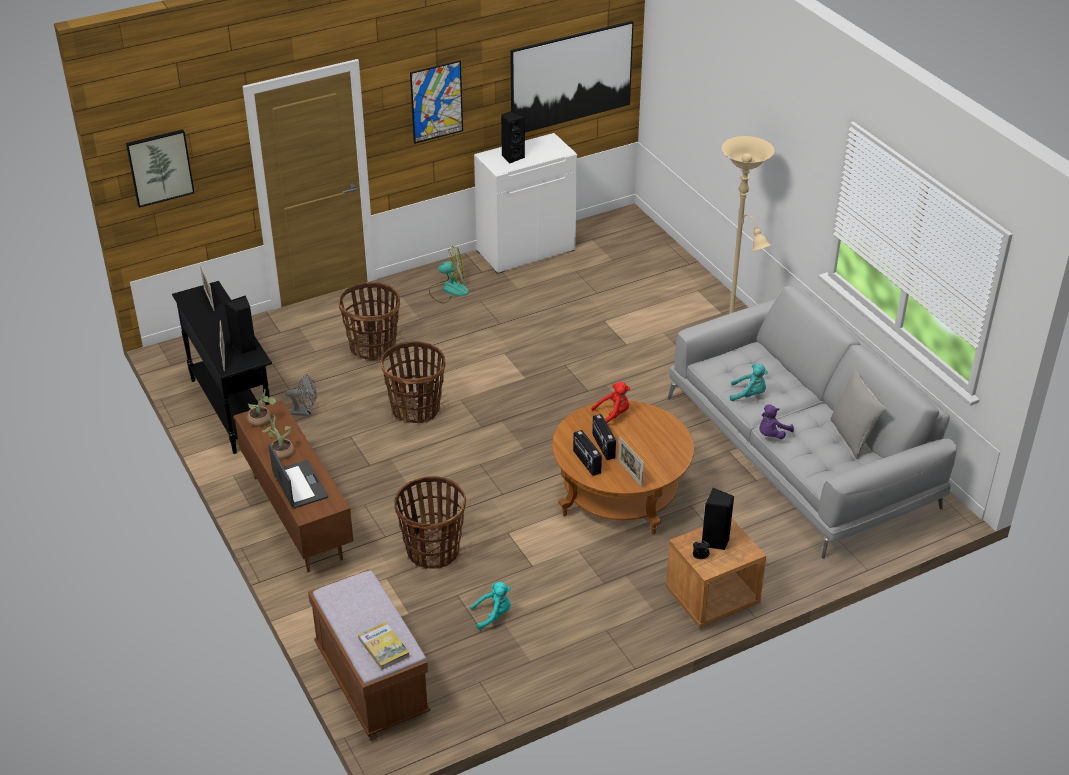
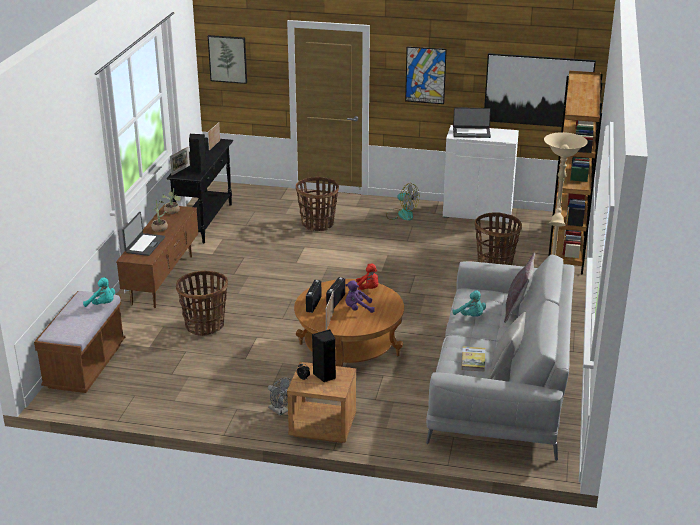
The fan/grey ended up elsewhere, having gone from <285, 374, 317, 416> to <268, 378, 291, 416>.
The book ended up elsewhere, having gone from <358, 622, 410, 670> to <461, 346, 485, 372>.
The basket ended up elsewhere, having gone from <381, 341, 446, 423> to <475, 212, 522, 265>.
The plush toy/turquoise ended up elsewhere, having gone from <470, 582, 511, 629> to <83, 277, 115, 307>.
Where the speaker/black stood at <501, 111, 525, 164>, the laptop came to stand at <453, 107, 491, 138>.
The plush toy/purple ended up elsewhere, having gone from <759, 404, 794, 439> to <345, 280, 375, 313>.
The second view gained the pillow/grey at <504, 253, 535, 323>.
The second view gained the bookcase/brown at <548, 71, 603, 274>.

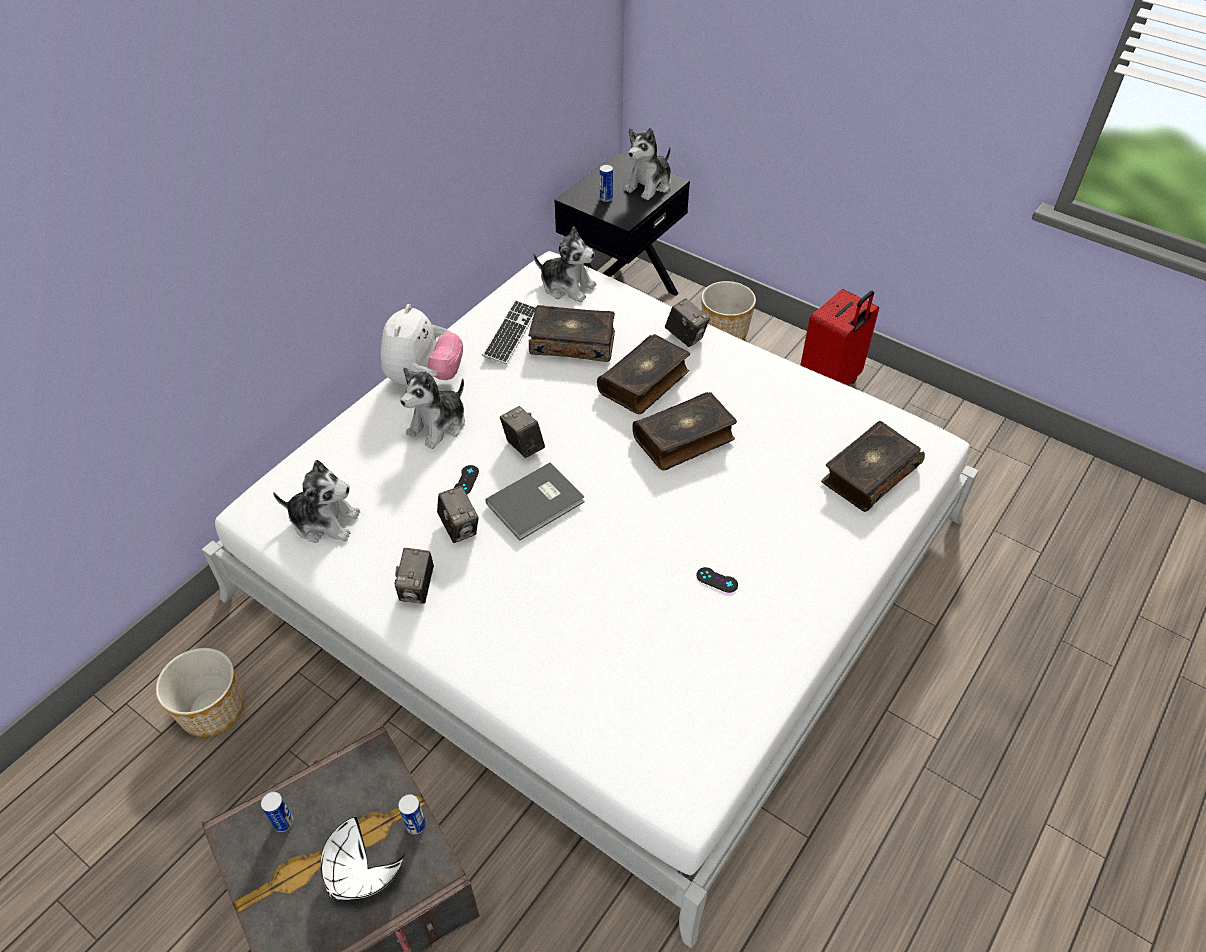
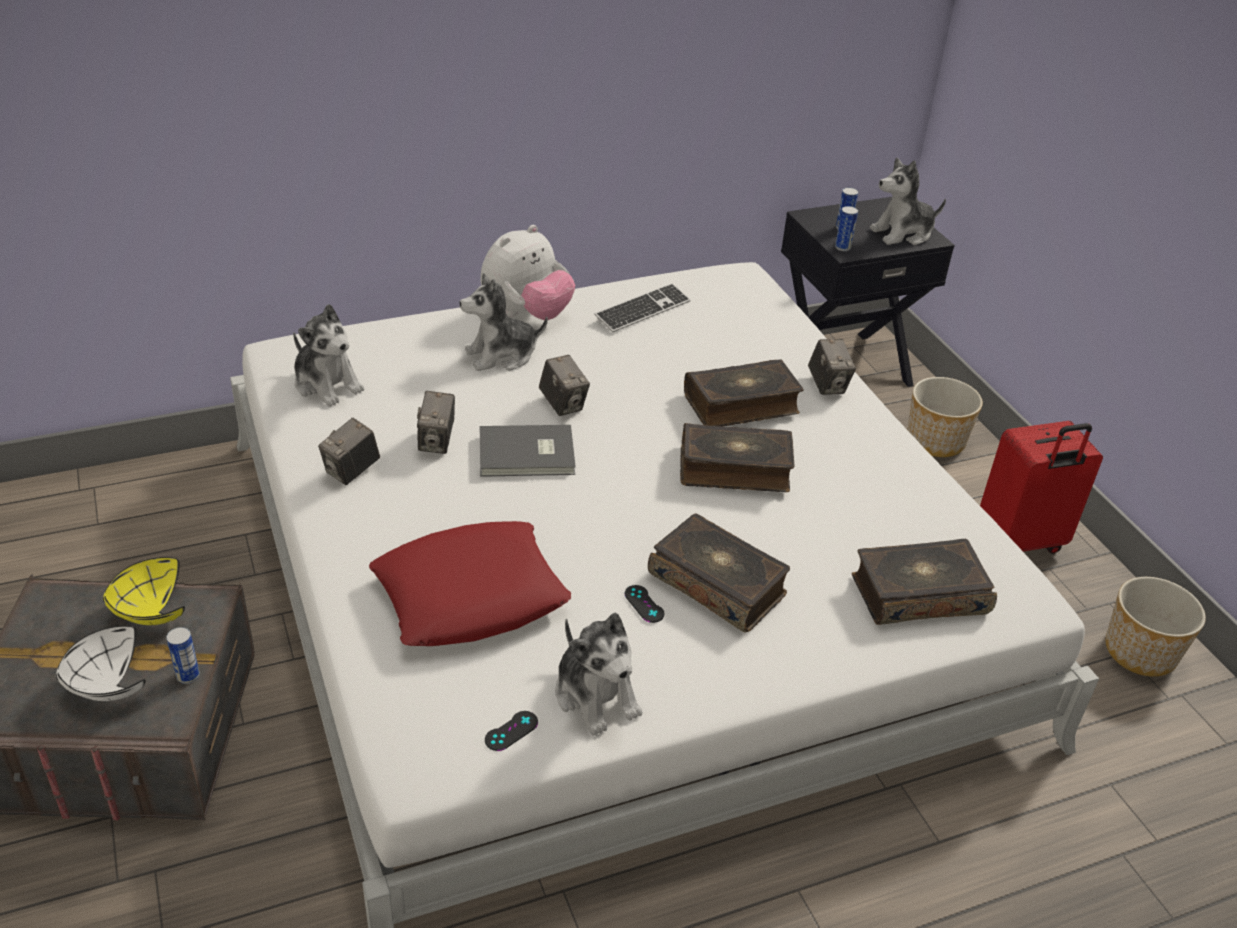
The planter ended up elsewhere, having gone from <155, 648, 244, 737> to <1106, 577, 1206, 677>.
The can ended up elsewhere, having gone from <261, 792, 294, 832> to <835, 206, 858, 251>.
The game controller/black ended up elsewhere, having gone from <454, 465, 479, 494> to <485, 711, 538, 751>.
The photo camera at <500, 406, 545, 458> ended up facing another way, 150 degrees clockwise from before.
The book ended up elsewhere, having gone from <528, 305, 615, 362> to <648, 513, 790, 632>.
The plush toy ended up elsewhere, having gone from <534, 226, 596, 302> to <555, 613, 642, 736>.
The second view gained the bowl/yellow at <103, 557, 185, 625>.
The second view gained the pillow/red at <369, 521, 571, 646>.

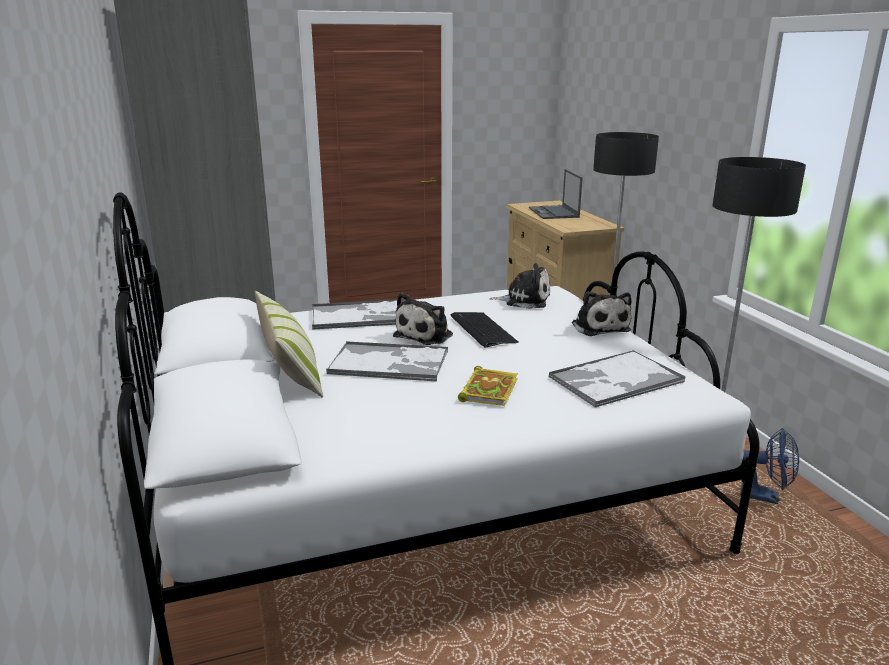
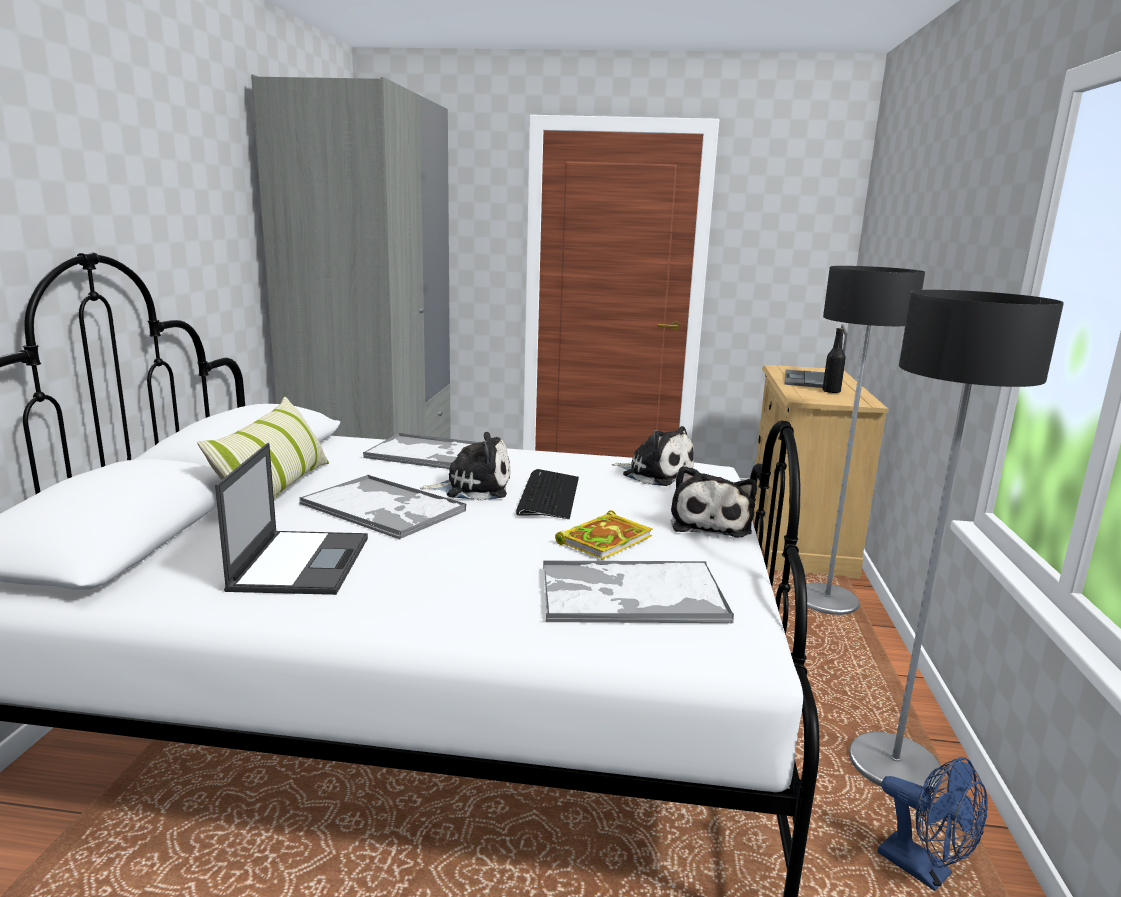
The plush toy at <393, 293, 453, 345> ended up facing another way, 150 degrees counterclockwise from before.
The book ended up elsewhere, having gone from <458, 366, 518, 406> to <555, 510, 653, 560>.
The second view gained the laptop at <215, 443, 368, 595>.
The second view gained the bottle/black at <823, 328, 846, 393>.

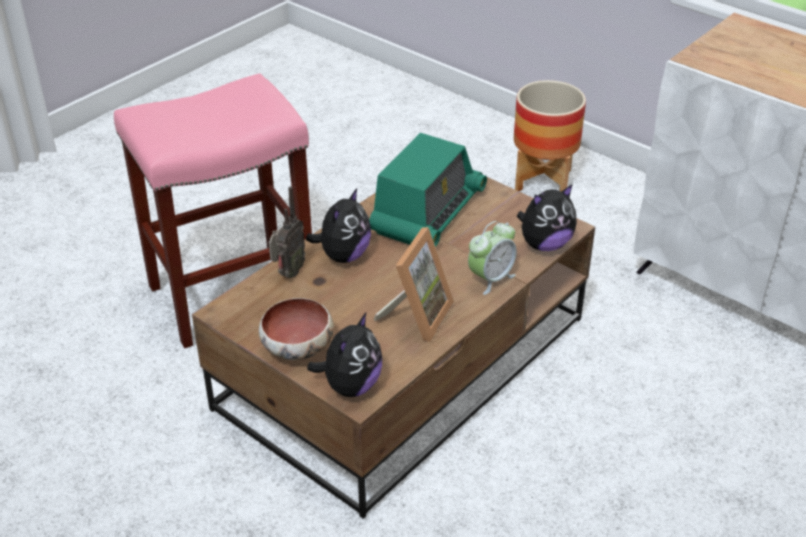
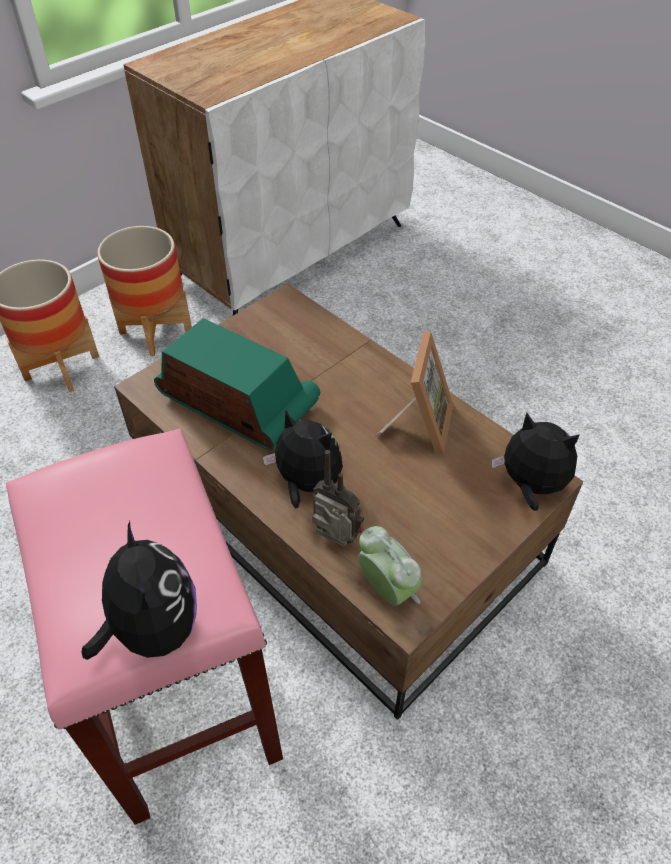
The second view lost the bowl at <259, 298, 334, 360>.
The picture frame at <374, 227, 454, 342> ended up facing another way, 75 degrees clockwise from before.
The alarm clock ended up elsewhere, having gone from <468, 221, 517, 295> to <358, 526, 423, 606>.
The plush toy ended up elsewhere, having gone from <516, 184, 577, 251> to <81, 521, 197, 660>.
The second view gained the planter at <97, 226, 192, 356>.

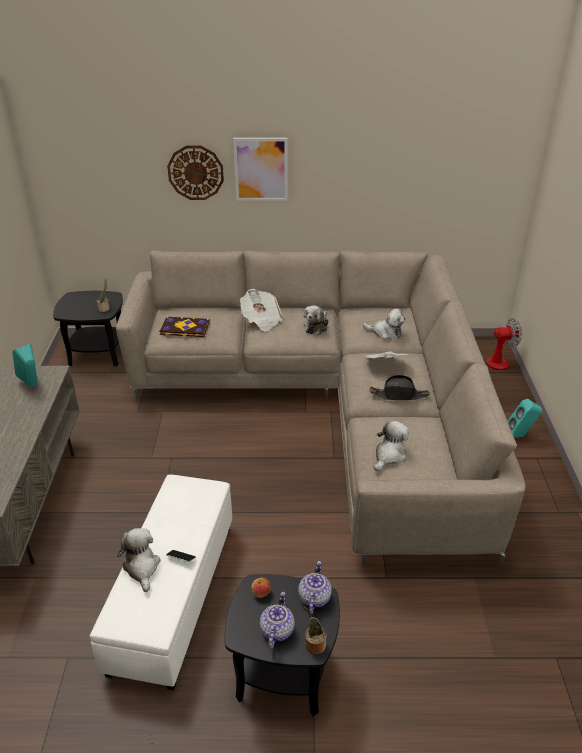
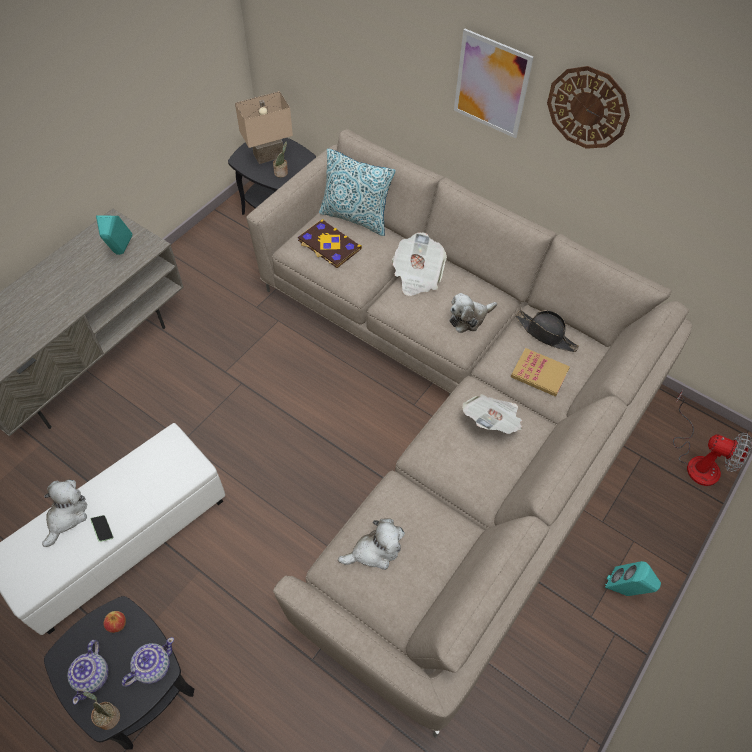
The wall clock ended up elsewhere, having gone from <167, 146, 224, 200> to <547, 66, 630, 149>.
The teapot at <260, 592, 295, 649> ended up facing another way, 135 degrees clockwise from before.
Where the plush toy stood at <363, 309, 405, 340>, the book came to stand at <511, 348, 570, 397>.
The hat/black ended up elsewhere, having gone from <370, 375, 430, 400> to <515, 310, 579, 352>.
The second view gained the table lamp/beige at <235, 91, 293, 164>.
The second view gained the pillow at <319, 148, 396, 236>.

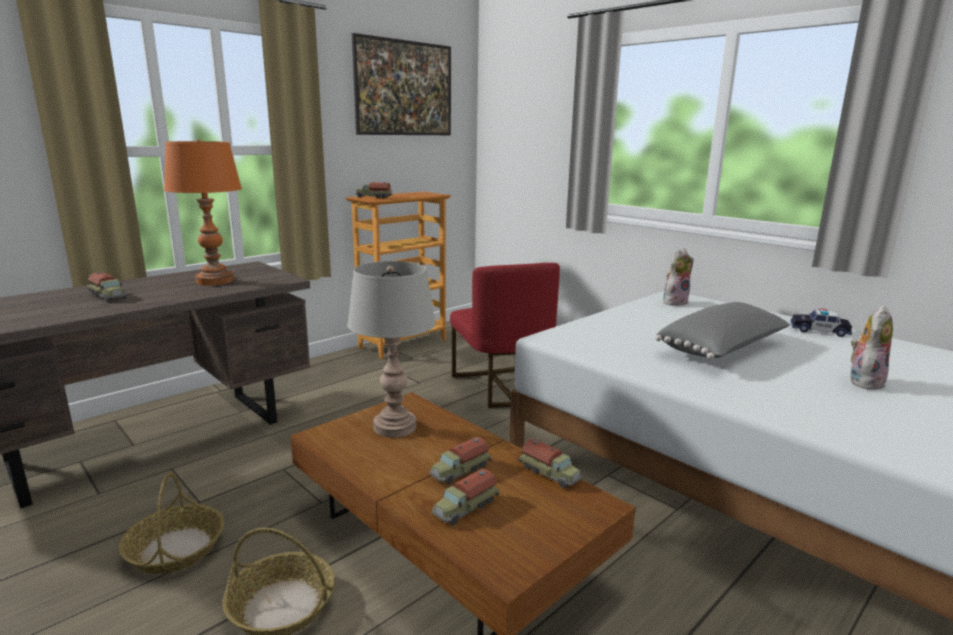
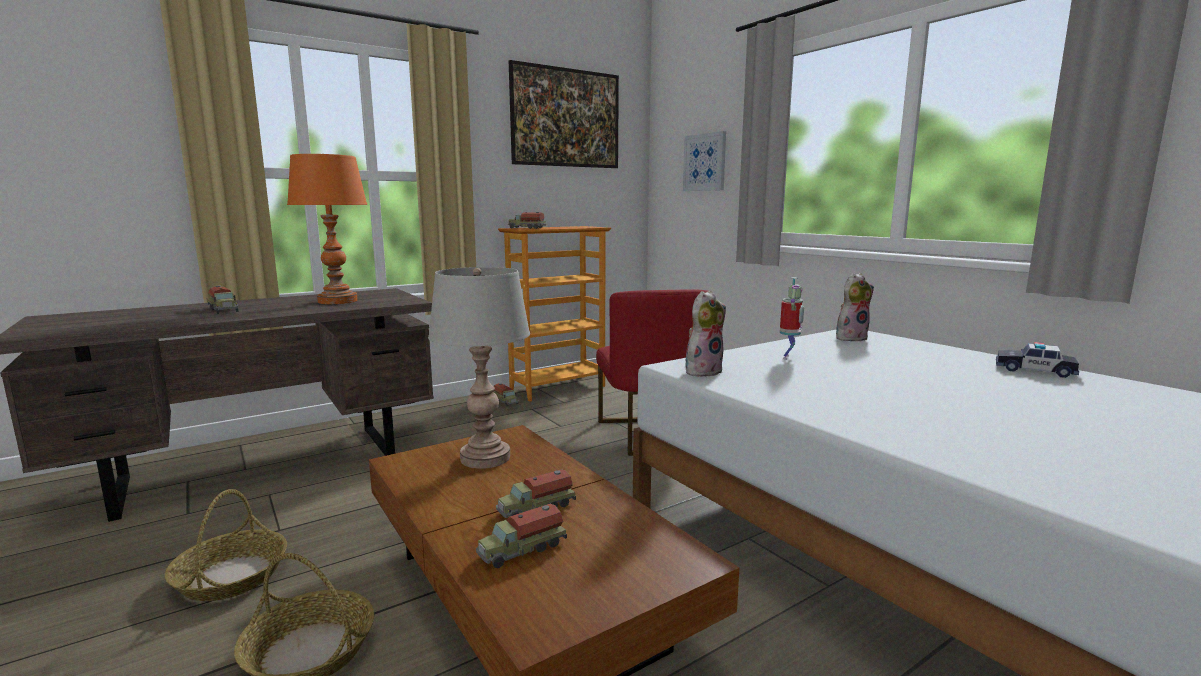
The toy truck ended up elsewhere, having gone from <519, 439, 582, 488> to <494, 383, 519, 407>.
The second view lost the pillow/grey at <655, 302, 790, 359>.
The plush toy ended up elsewhere, having gone from <847, 306, 893, 390> to <685, 290, 726, 377>.
The second view gained the picture at <683, 131, 726, 191>.
The second view gained the toy robot at <780, 277, 804, 360>.

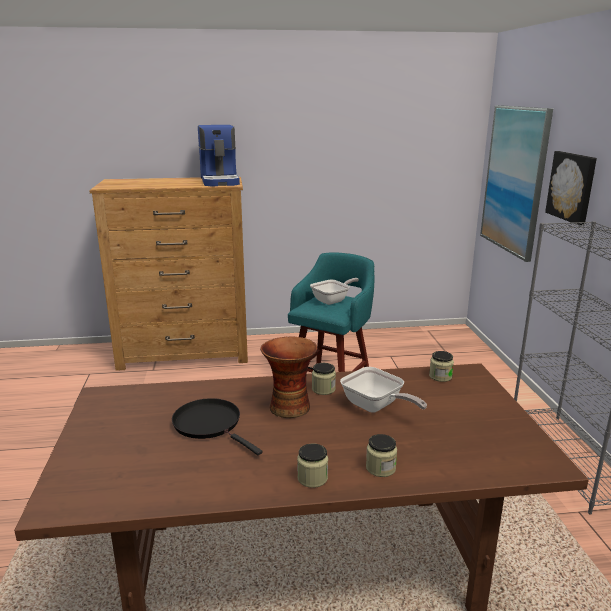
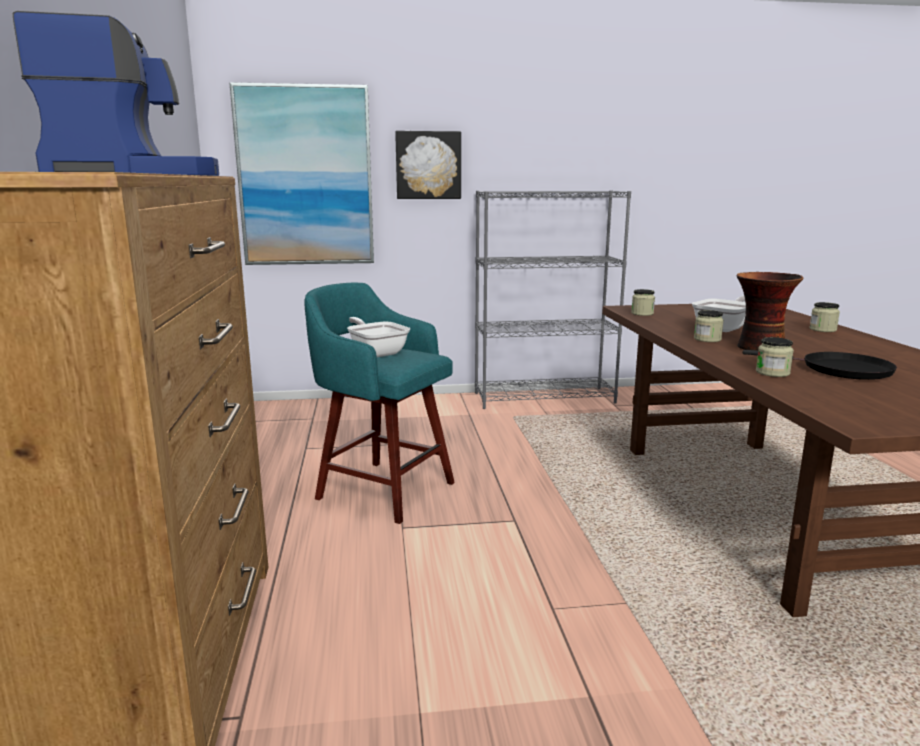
The frying pan/black at <172, 398, 262, 455> ended up facing another way, 105 degrees counterclockwise from before.
The jar ended up elsewhere, having gone from <297, 444, 328, 488> to <756, 337, 794, 377>.

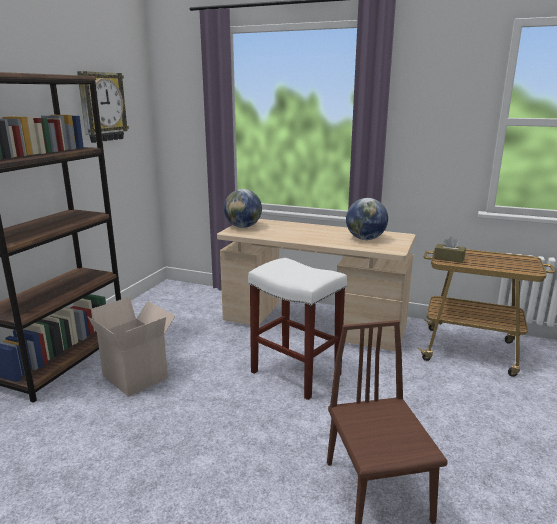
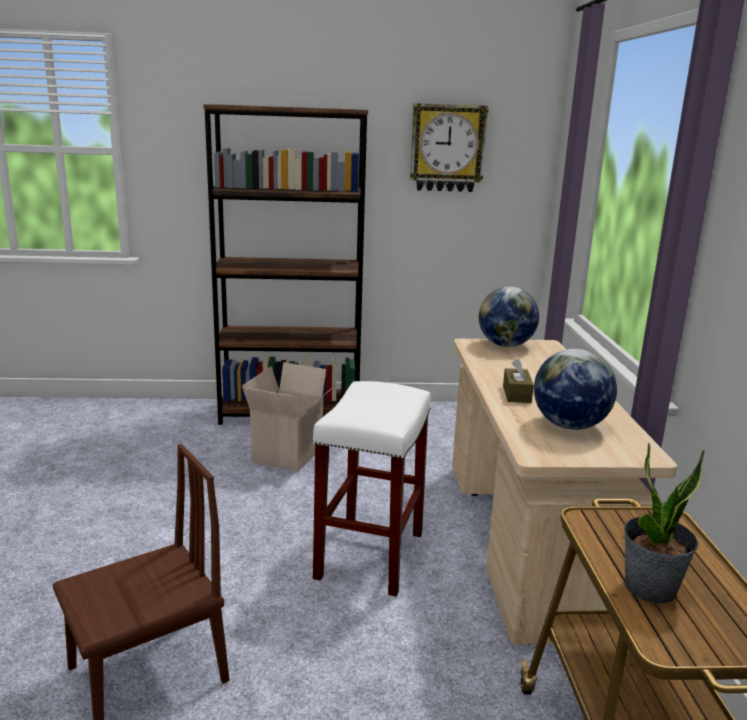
The tissue box/brown ended up elsewhere, having gone from <434, 237, 466, 263> to <503, 358, 534, 403>.
The second view gained the potted plant at <624, 443, 704, 603>.

